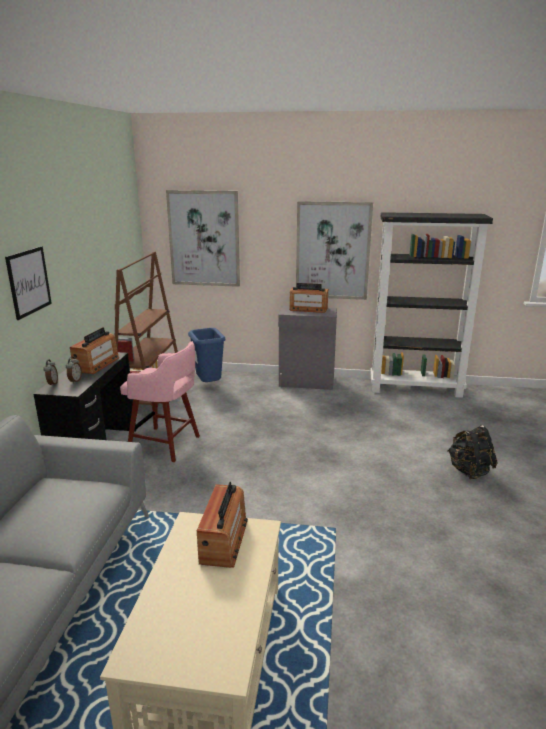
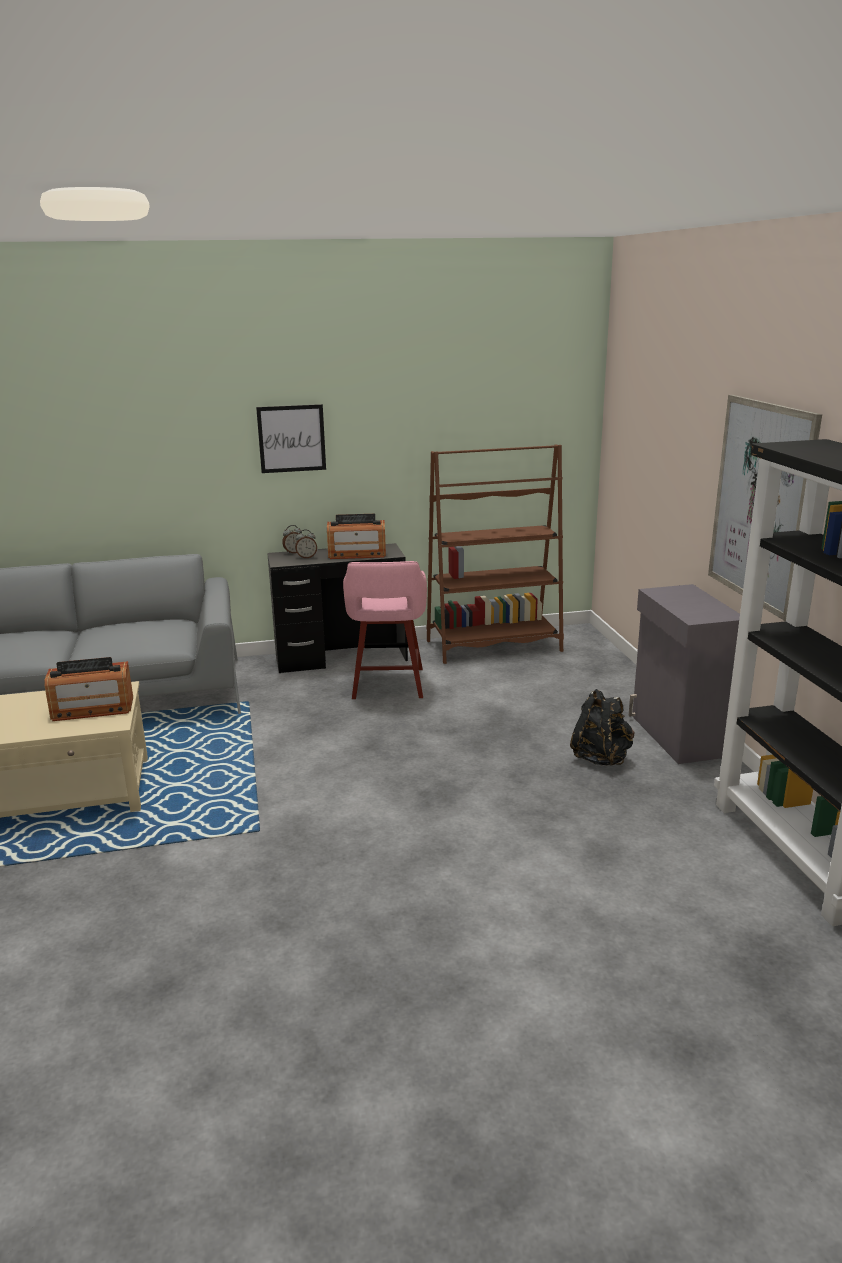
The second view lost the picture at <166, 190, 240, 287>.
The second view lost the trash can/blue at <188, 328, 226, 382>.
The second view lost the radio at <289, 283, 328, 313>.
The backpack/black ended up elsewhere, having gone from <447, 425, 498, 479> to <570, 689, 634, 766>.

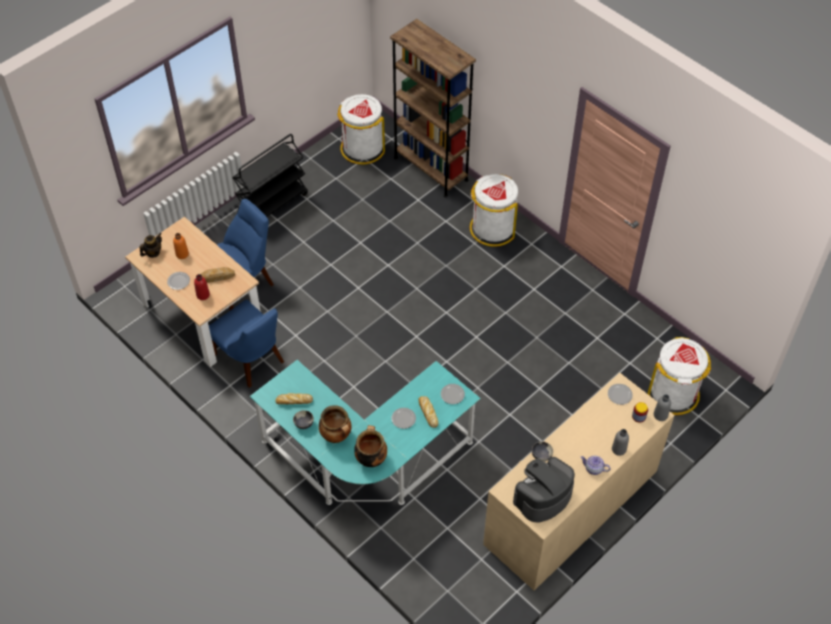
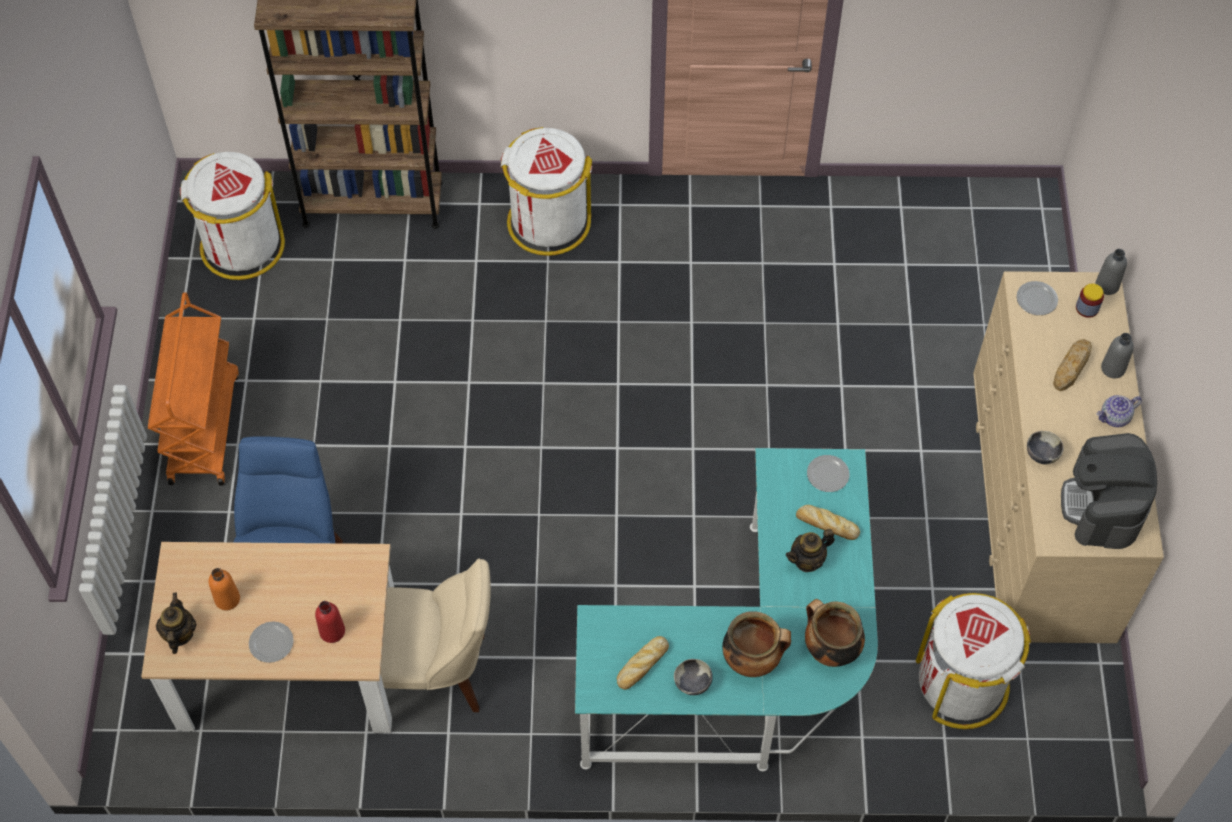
The bread ended up elsewhere, having gone from <201, 267, 235, 283> to <1053, 339, 1092, 391>.
What was the chair/blue at <209, 300, 284, 388> turned into the chair/beige at <380, 558, 491, 712>.
What was the cart/black at <232, 134, 308, 217> turned into the cart/orange at <148, 292, 239, 485>.
Where the plate stood at <391, 408, 416, 429>, the teapot came to stand at <786, 529, 835, 572>.
The trash can/white ended up elsewhere, having gone from <648, 337, 711, 415> to <916, 593, 1031, 729>.

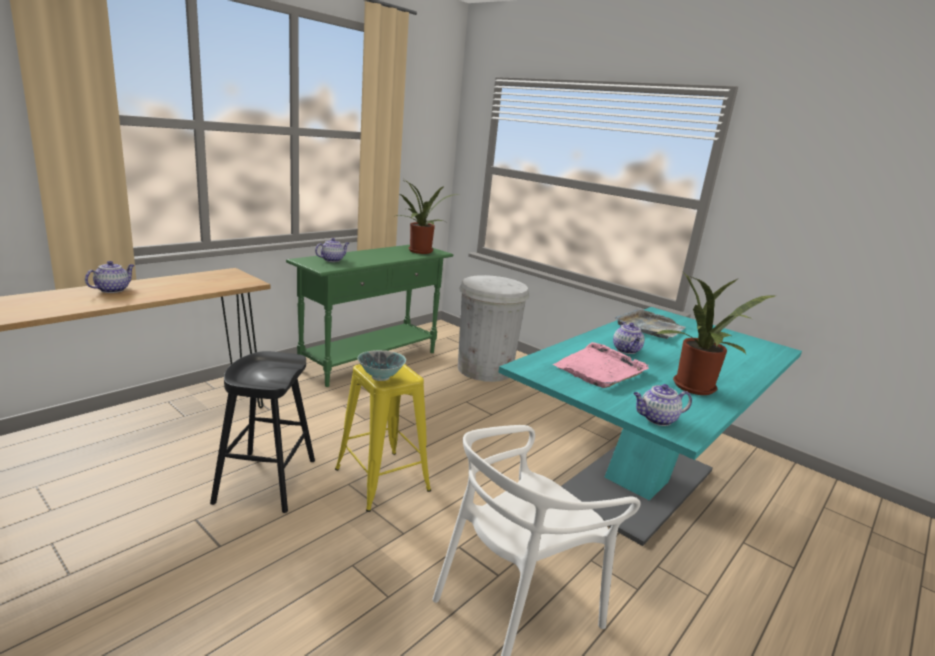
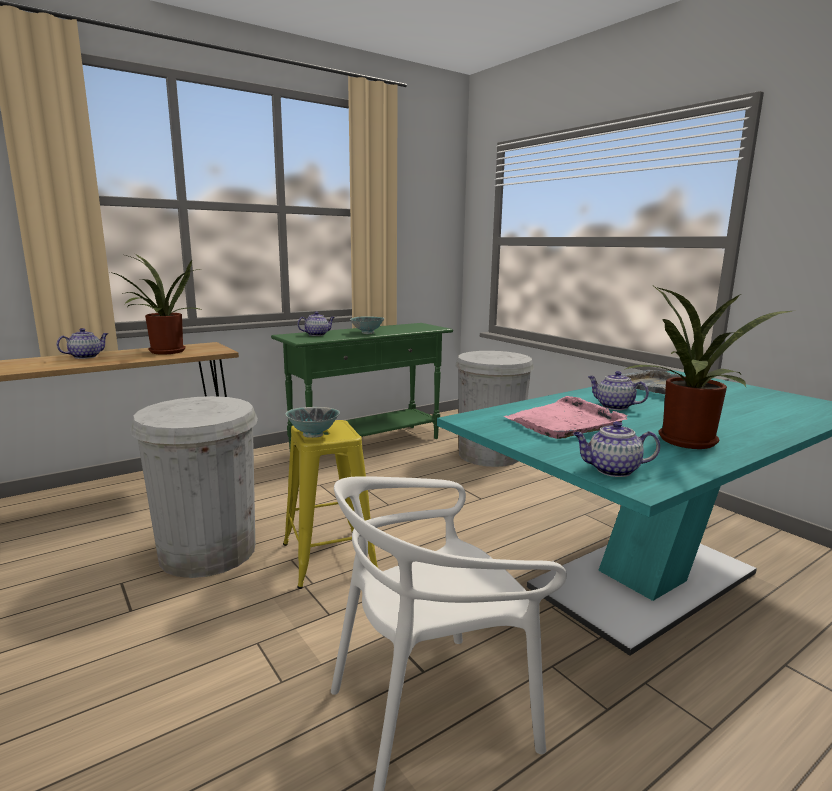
Where the stool/black stood at <210, 351, 315, 513>, the trash can/white came to stand at <130, 396, 258, 578>.
The potted plant ended up elsewhere, having gone from <392, 179, 460, 254> to <110, 255, 202, 354>.
The teapot at <613, 322, 644, 354> ended up facing another way, 120 degrees clockwise from before.
The second view gained the bowl at <350, 316, 385, 334>.

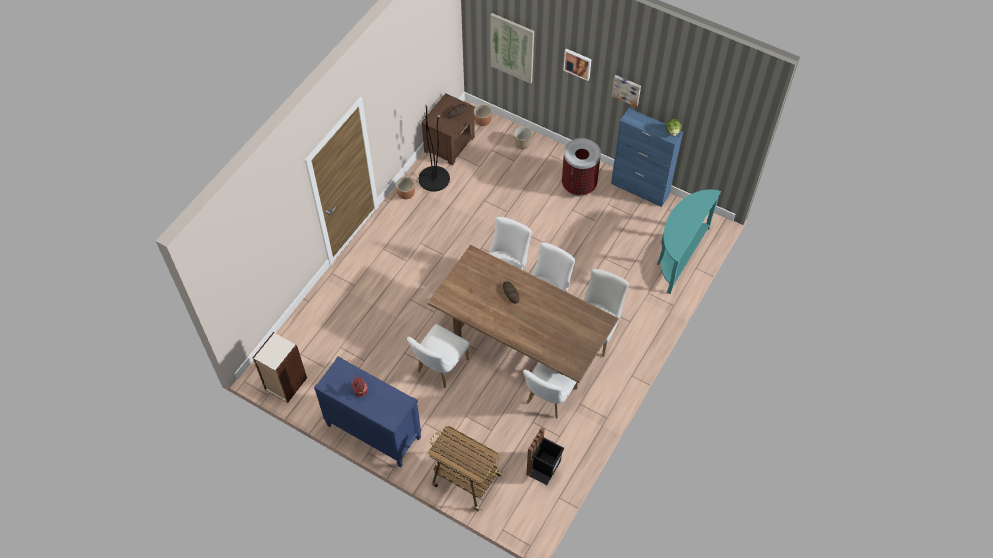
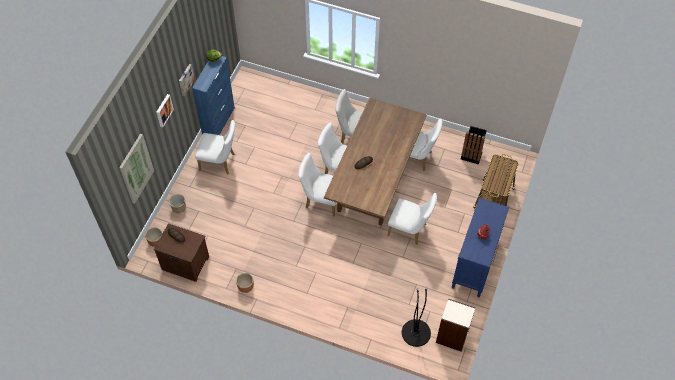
The floor lamp/black ended up elsewhere, having gone from <419, 104, 450, 191> to <402, 287, 431, 347>.
Where the trash can stood at <562, 138, 601, 197>, the chair/white came to stand at <195, 120, 235, 174>.
The second view lost the console table/turquoise at <657, 190, 721, 294>.

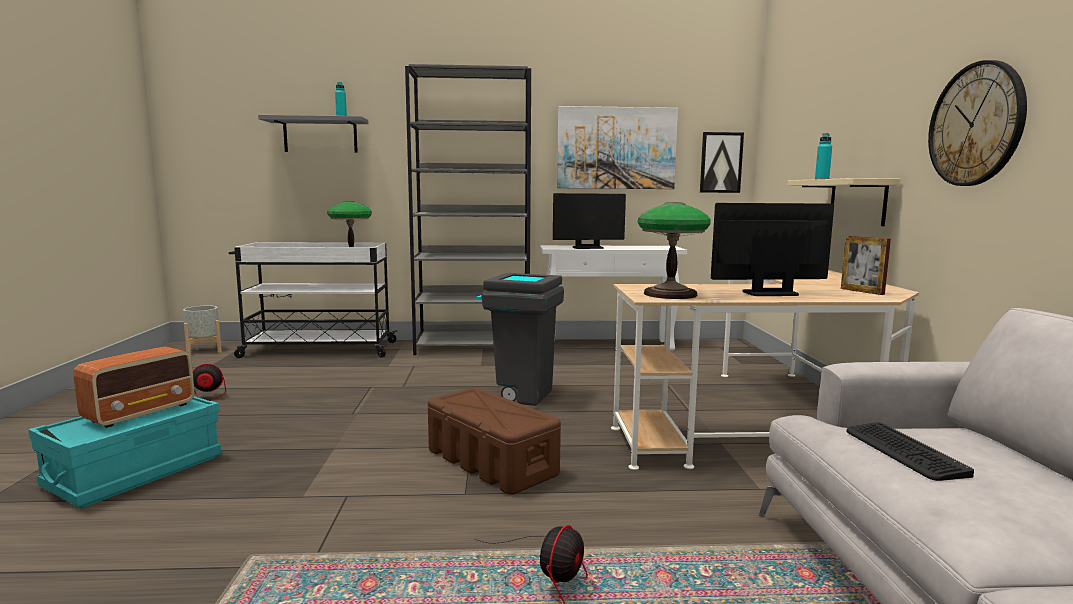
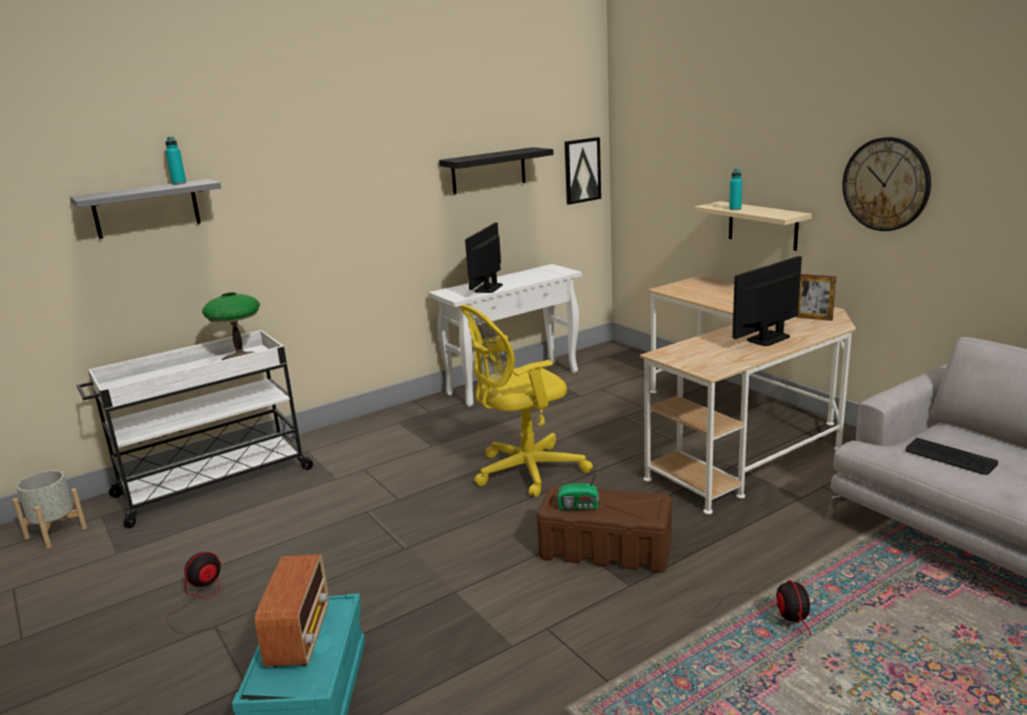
The second view lost the bookcase/grey at <405, 64, 531, 355>.
Where the trash can/grey stood at <476, 273, 564, 406>, the office chair/yellow came to stand at <460, 305, 593, 497>.
The monitor at <553, 193, 626, 249> ended up facing another way, 150 degrees clockwise from before.
Where the picture hung at <557, 106, 678, 189>, the shelf/black came to hang at <439, 147, 554, 194>.
The second view lost the table lamp at <638, 202, 711, 299>.
The second view gained the radio at <558, 466, 600, 510>.

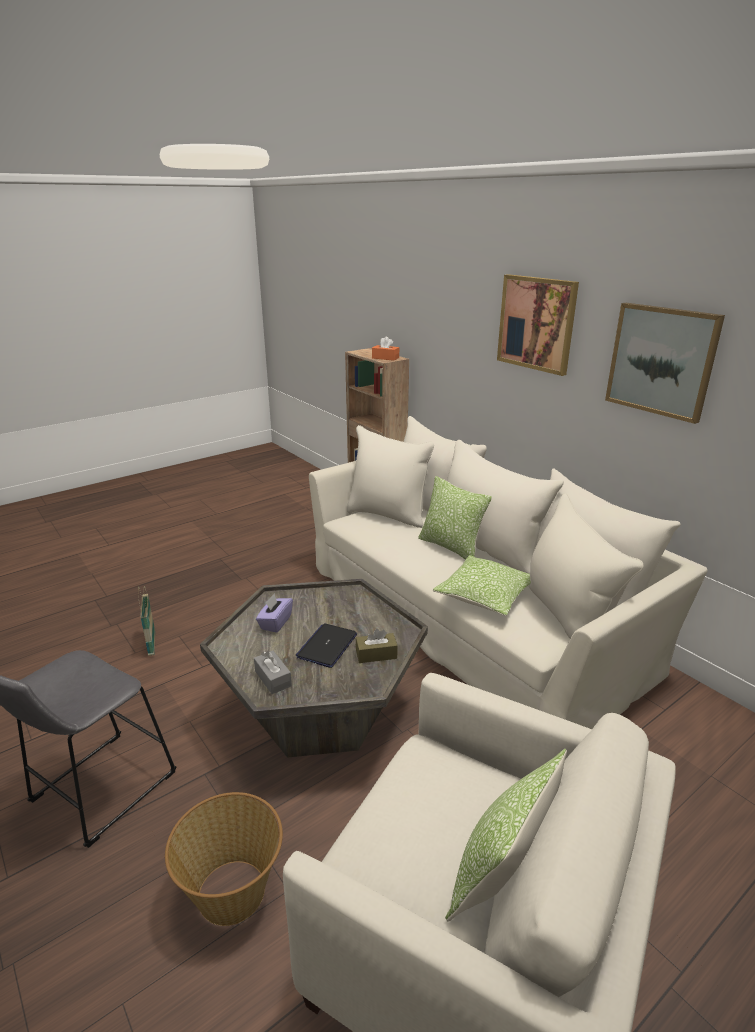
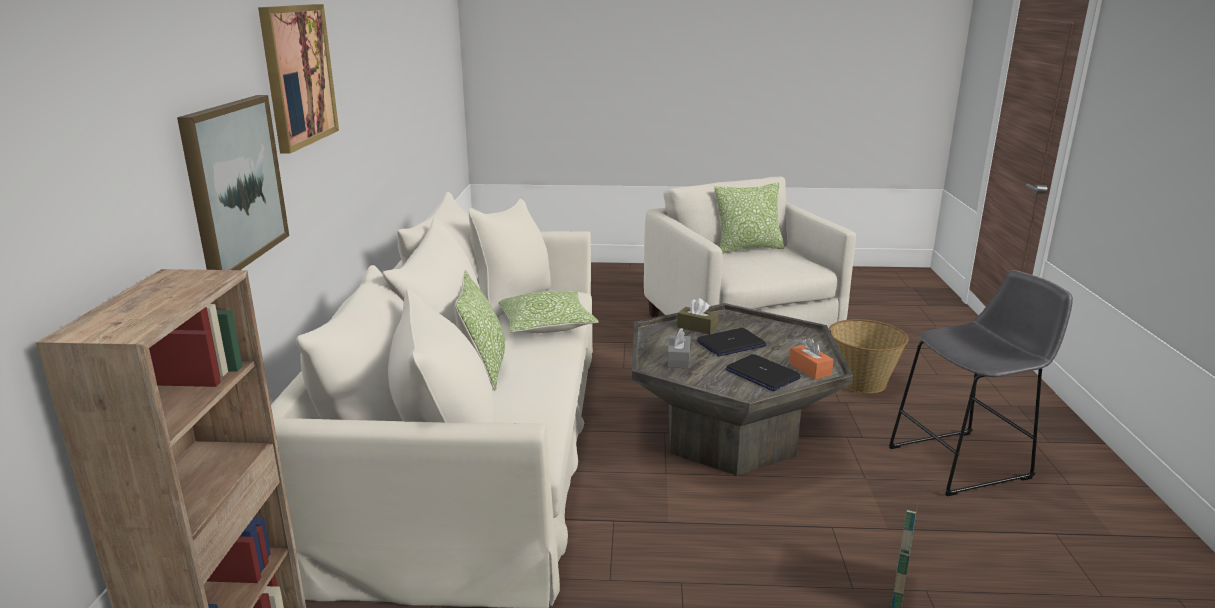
The tissue box/grey ended up elsewhere, having gone from <254, 651, 292, 694> to <667, 328, 690, 369>.
Where the tissue box/purple stood at <256, 594, 293, 633>, the laptop came to stand at <726, 354, 801, 391>.
The tissue box/orange ended up elsewhere, having gone from <372, 337, 399, 361> to <789, 337, 834, 379>.
The picture ended up elsewhere, having gone from <605, 303, 725, 424> to <177, 95, 289, 270>.

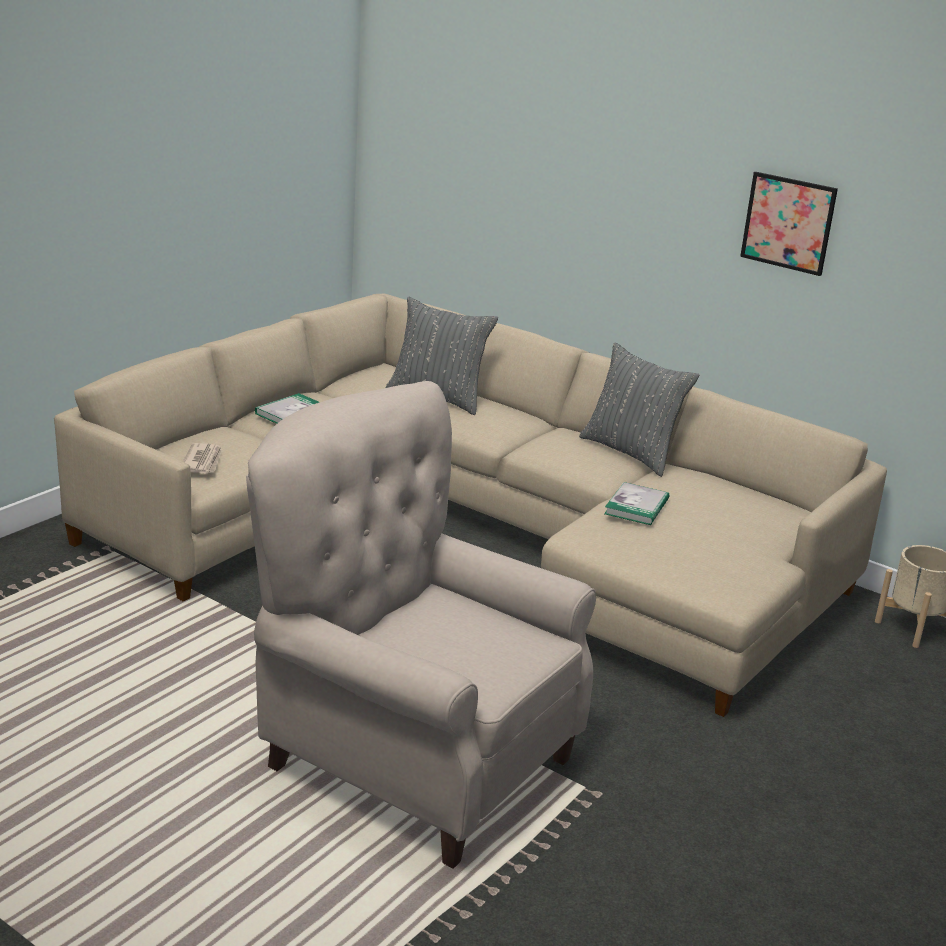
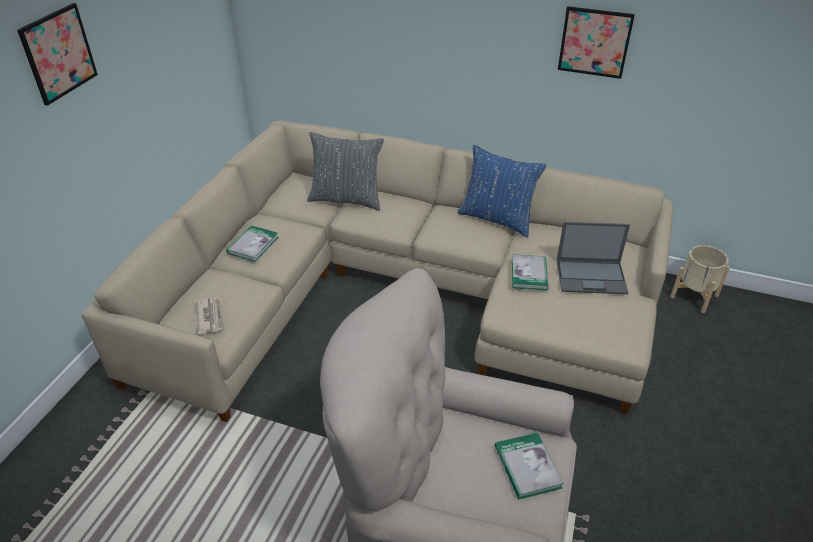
What was the pillow/grey at <579, 342, 700, 477> turned into the pillow/blue at <458, 145, 547, 238>.
The second view gained the picture at <17, 3, 98, 106>.
The second view gained the book at <495, 433, 564, 499>.
The second view gained the laptop at <556, 222, 630, 294>.

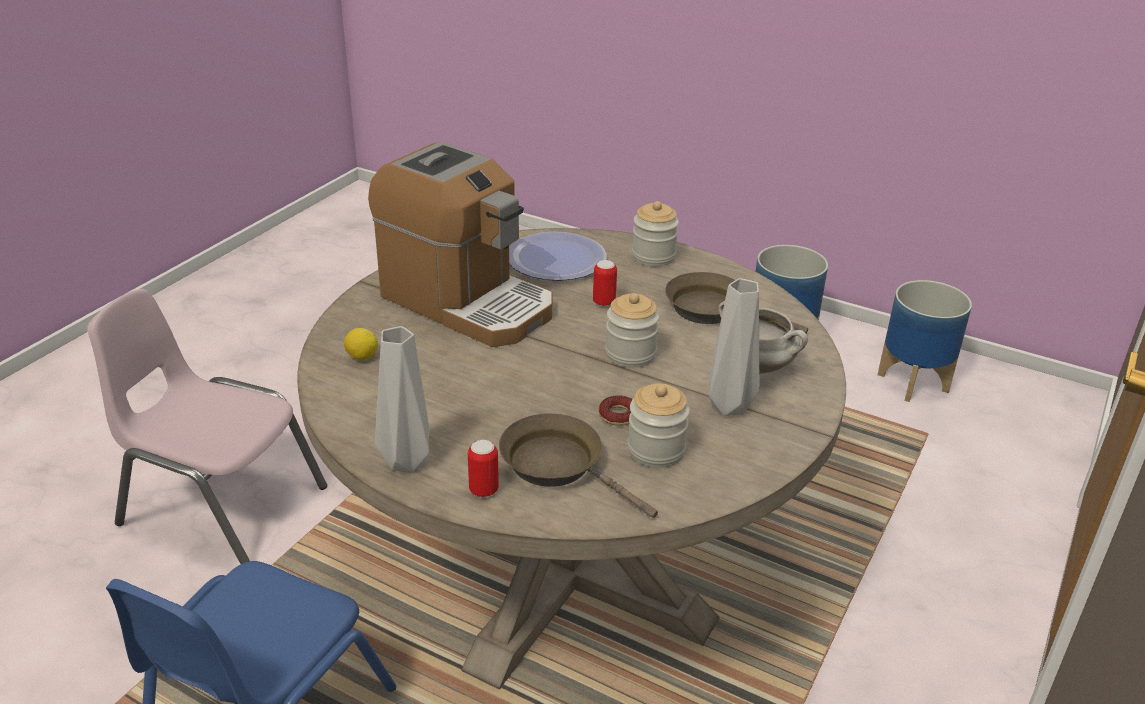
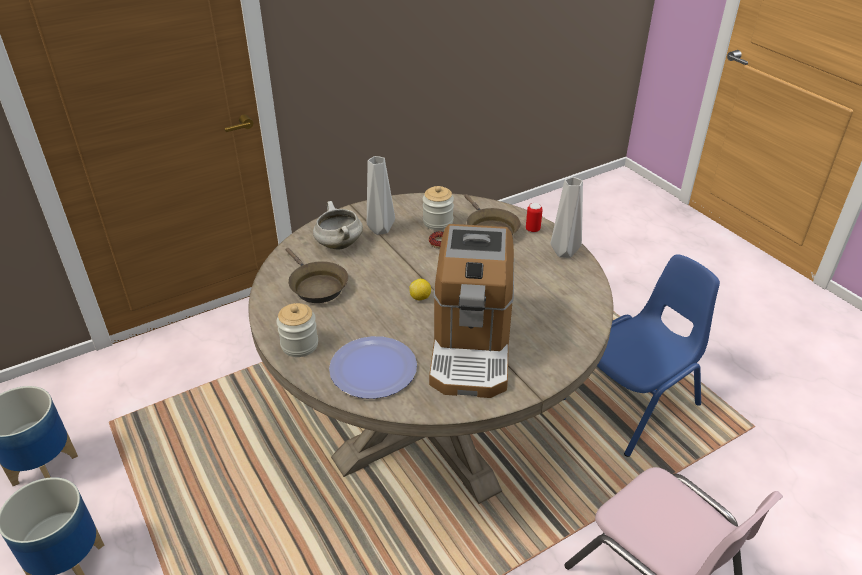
The lemon ended up elsewhere, having gone from <344, 328, 378, 360> to <409, 279, 431, 300>.
The coffee machine at <368, 142, 553, 347> ended up facing another way, 150 degrees counterclockwise from before.
The second view lost the can at <593, 260, 617, 306>.
The second view lost the jar at <605, 293, 660, 368>.

